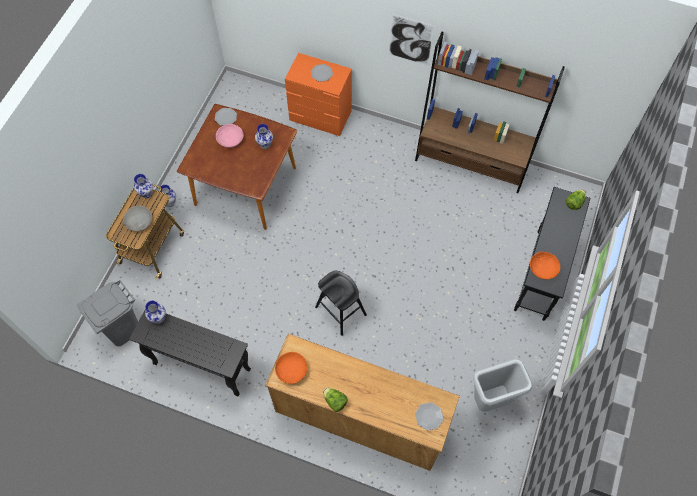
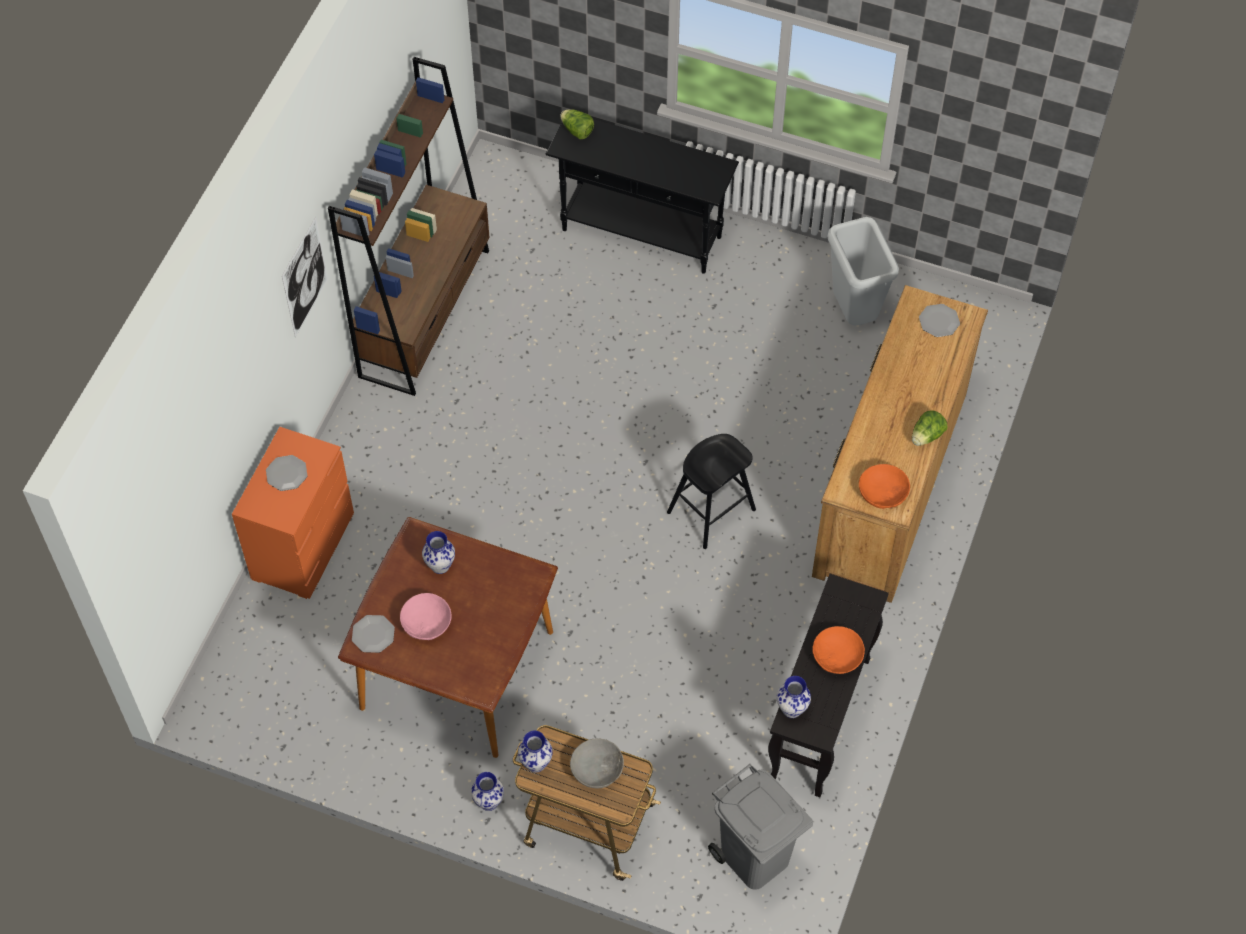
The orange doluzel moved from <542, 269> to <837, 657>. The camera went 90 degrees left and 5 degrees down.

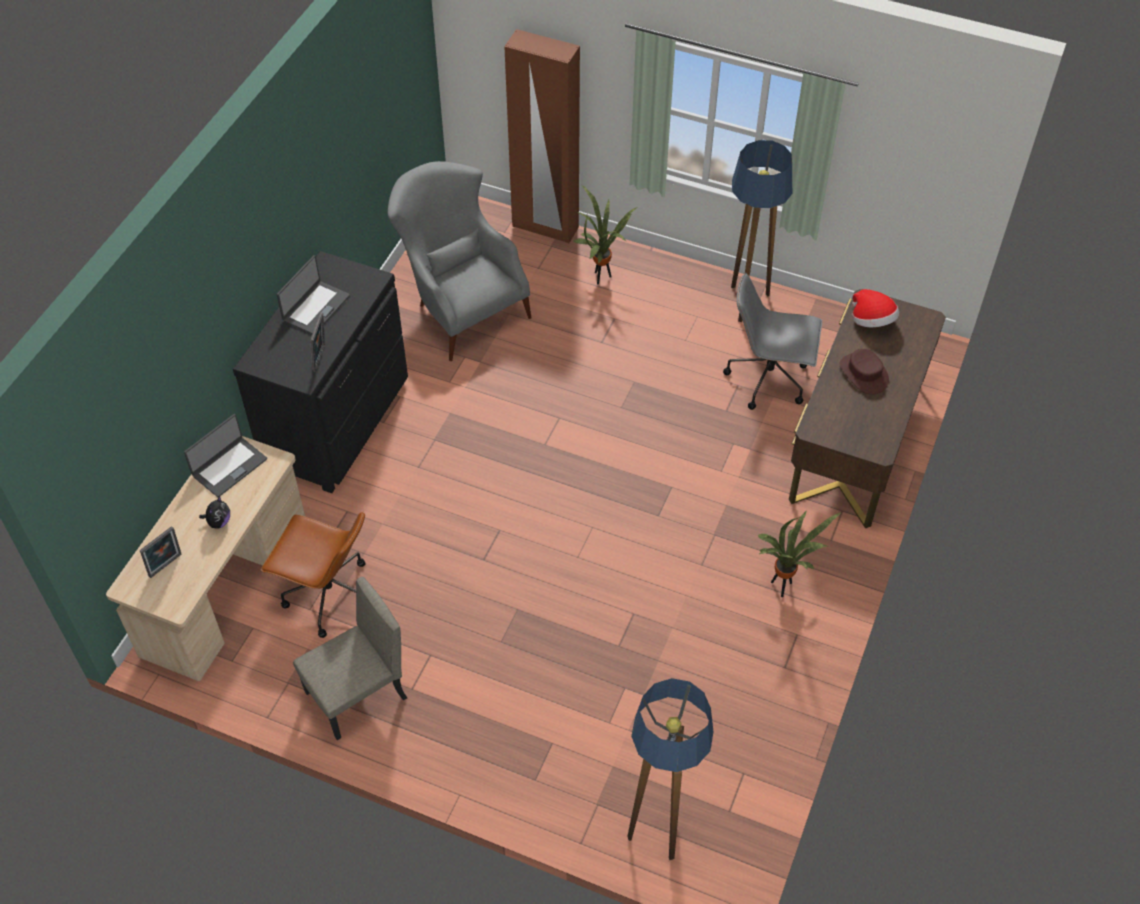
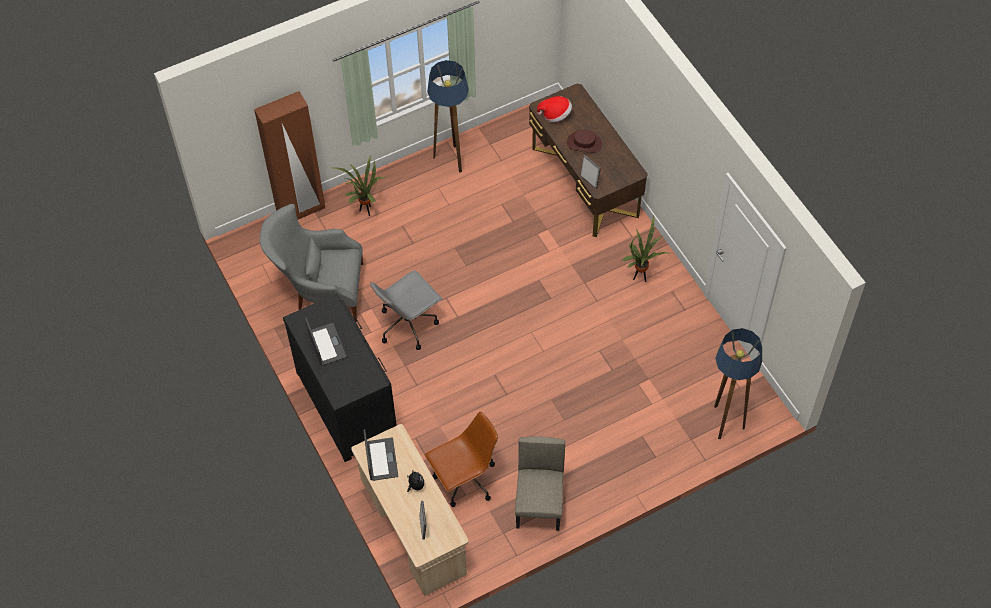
The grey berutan moved from <769, 379> to <408, 324>. The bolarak moved from <321, 358> to <589, 180>. The camera went 50 degrees left and 5 degrees up.

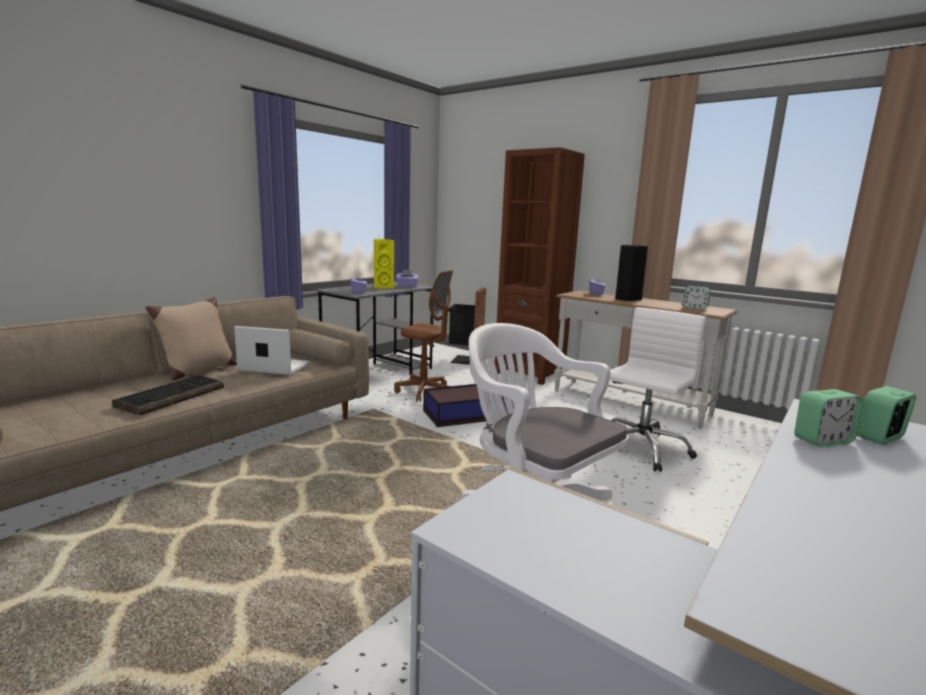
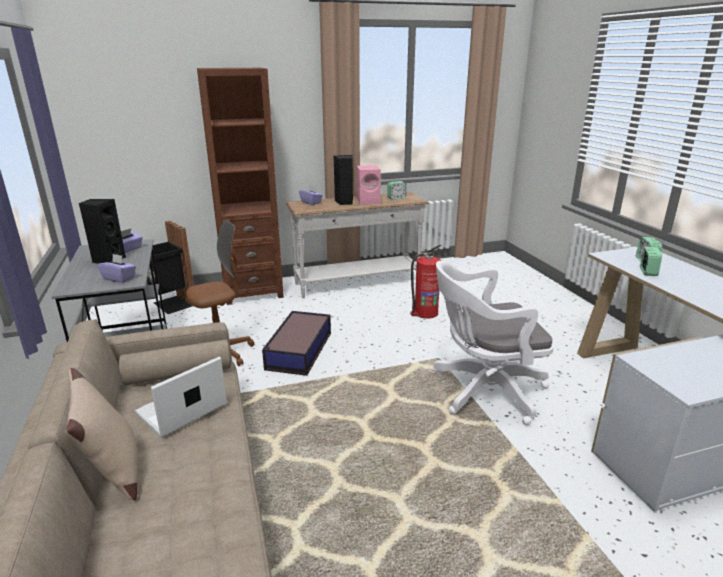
The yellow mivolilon at <382, 287> became the black mivolilon at <108, 260>. The pink mivolilon at <369, 201> appeared. The white berutan at <641, 448> was replaced by the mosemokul at <425, 313>. The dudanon at <171, 396> disappeared. The camera went 55 degrees left and 10 degrees up.

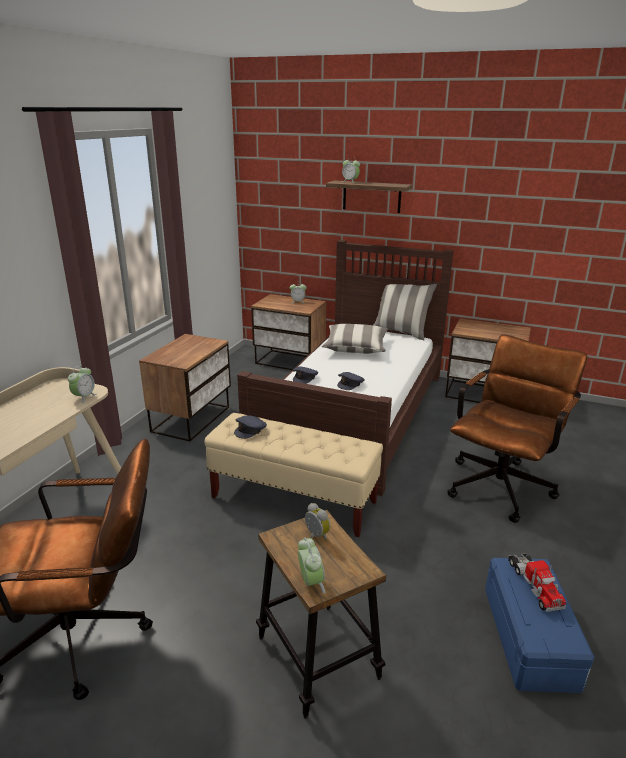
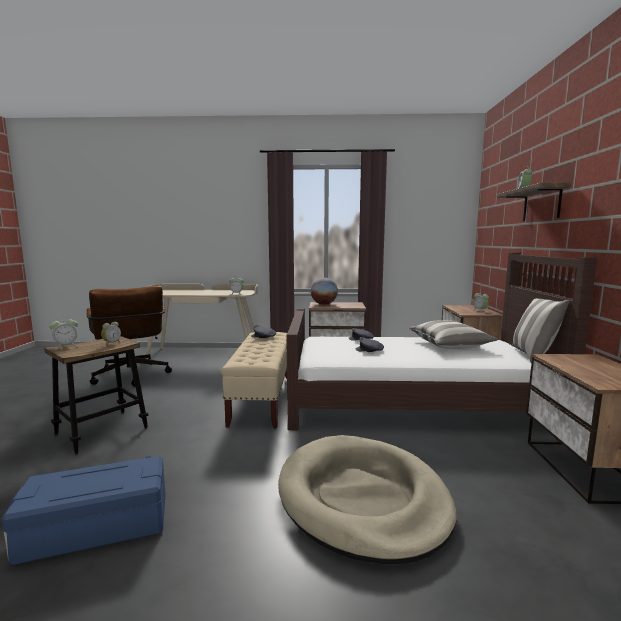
The brown berutan at <502, 483> was replaced by the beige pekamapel at <362, 498>. The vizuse at <324, 304> appeared. The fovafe at <534, 585> disappeared. The camera went 70 degrees right and 15 degrees down.

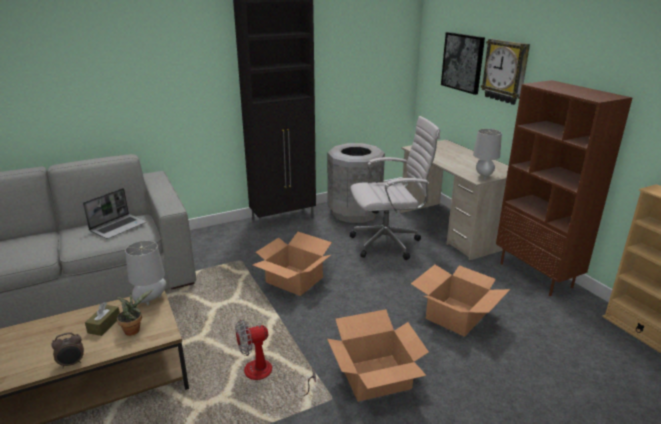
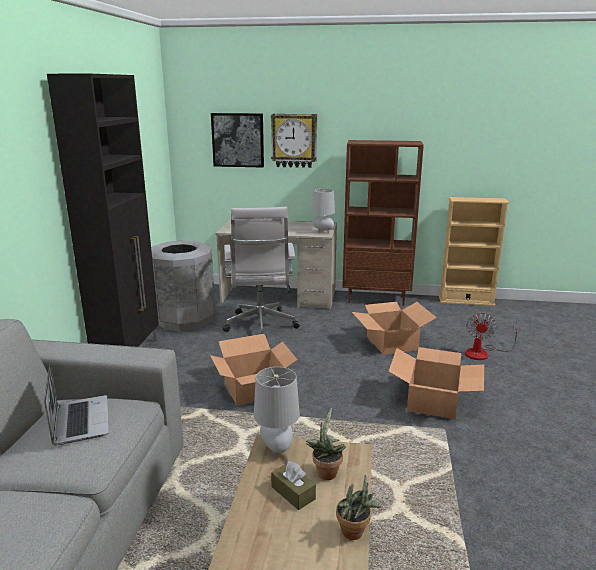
The white berutan at <388, 243> turned 150 degrees clockwise. The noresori at <72, 363> was replaced by the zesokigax at <355, 533>. The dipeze moved from <267, 374> to <483, 353>. The camera went 55 degrees left and 5 degrees down.

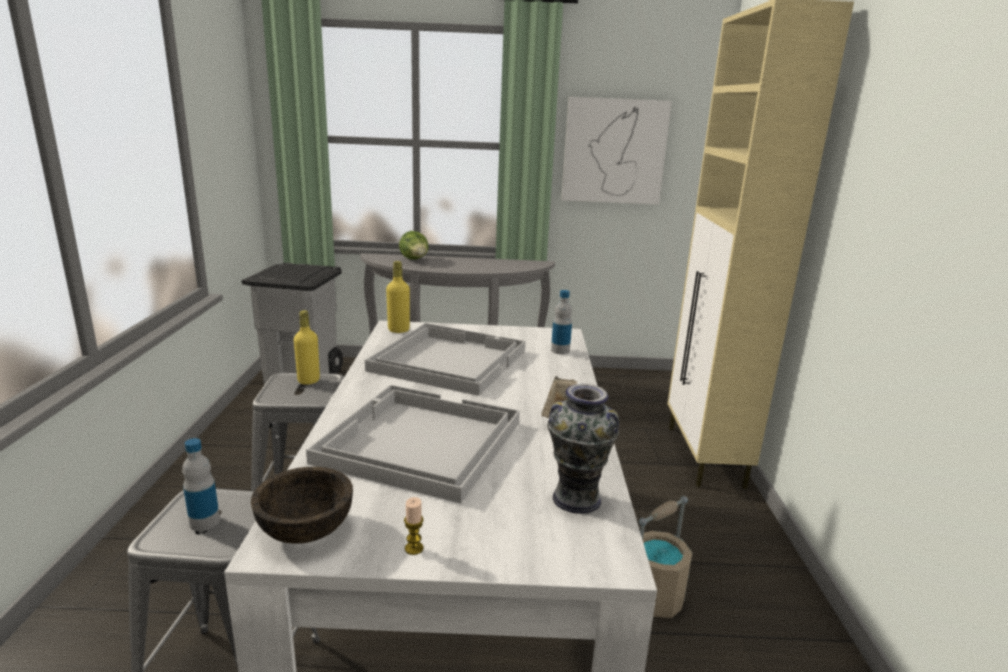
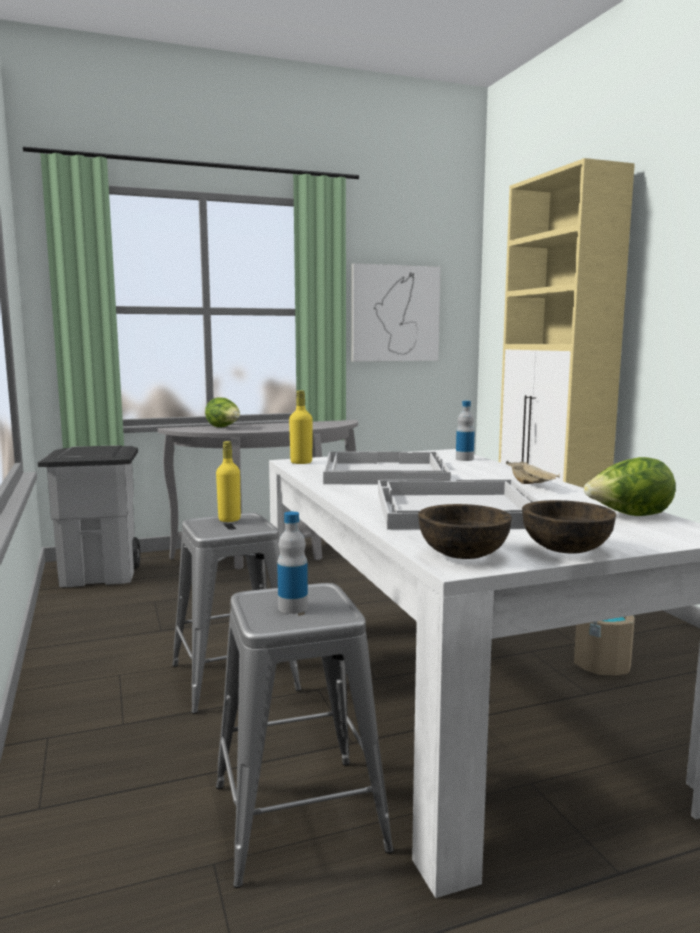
The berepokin at <414, 548> was replaced by the brown doluzel at <565, 550>. The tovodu at <576, 499> was replaced by the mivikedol at <628, 516>. The camera went 20 degrees left and 10 degrees down.

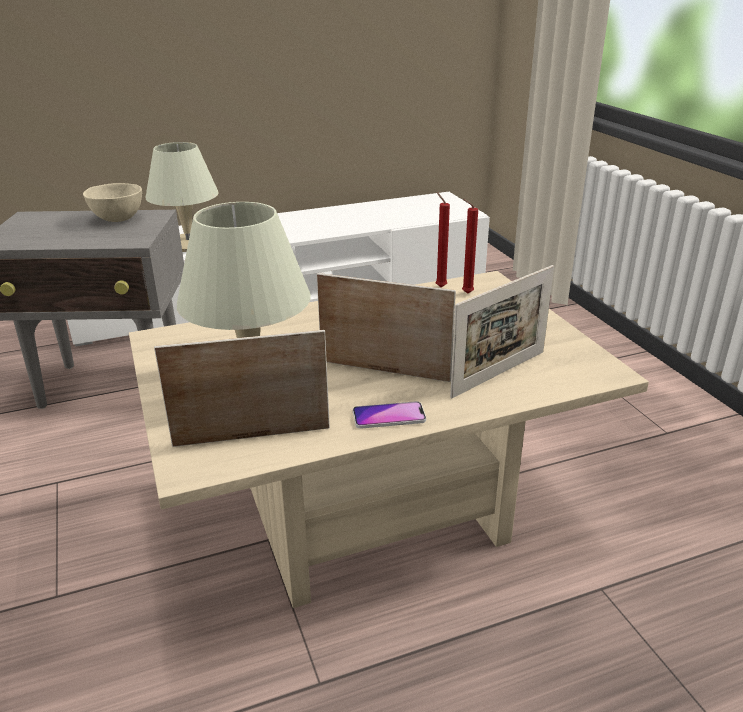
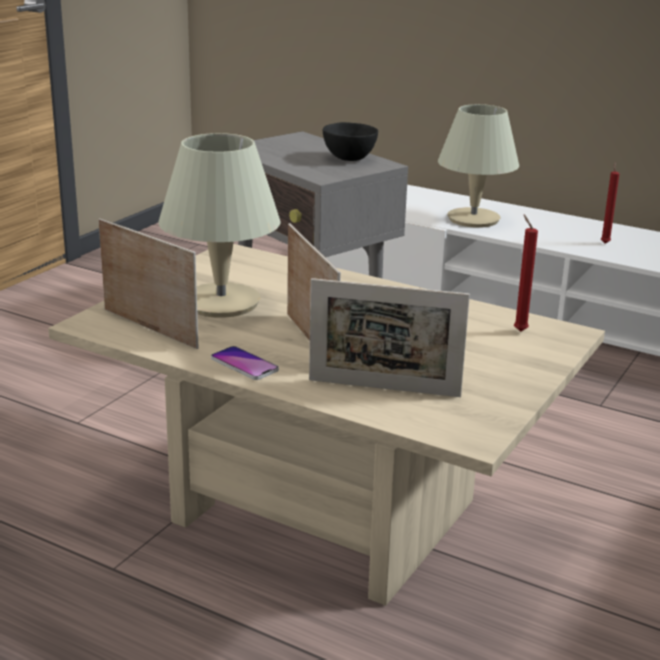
The beige doluzel at <117, 219> became the black doluzel at <349, 158>. The red berepokin moved from <439, 286> to <605, 243>. The camera went 50 degrees right and 5 degrees down.

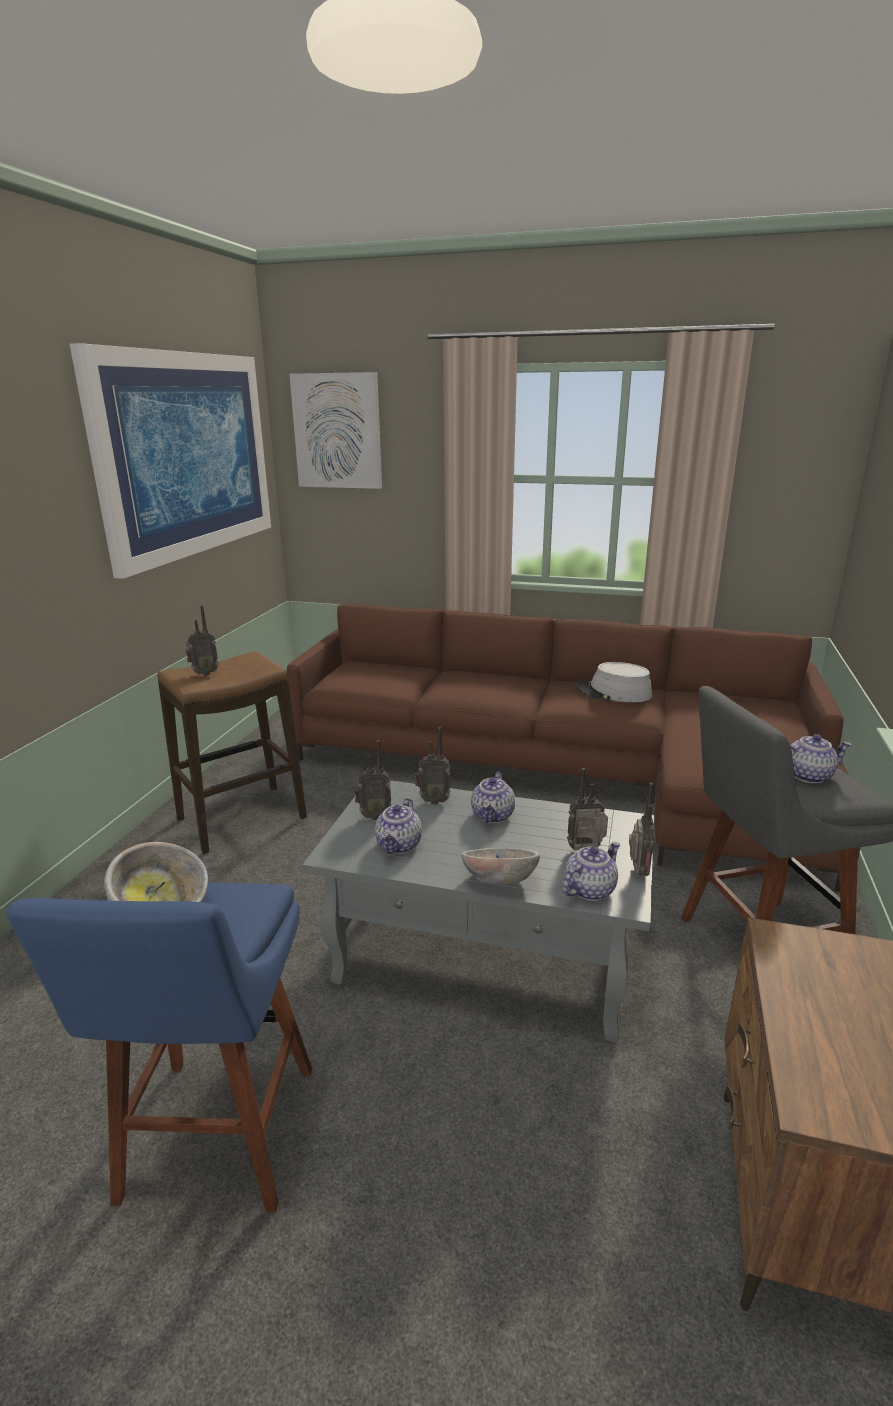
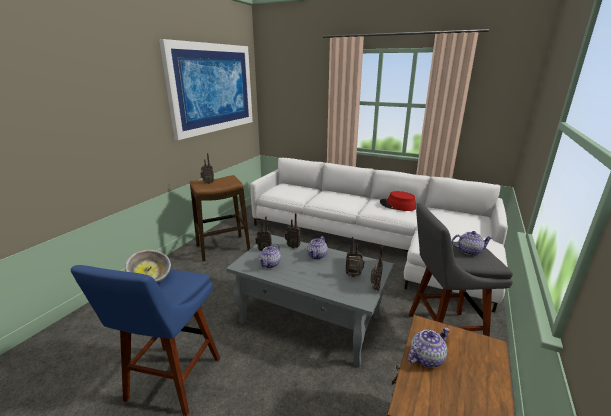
The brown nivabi at <570, 773> became the white nivabi at <375, 242>. The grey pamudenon at <613, 692> became the red pamudenon at <397, 205>. The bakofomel moved from <589, 889> to <426, 357>. The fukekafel at <337, 431> disappeared. The doluzel at <499, 881> disappeared. The camera went 10 degrees right and 0 degrees up.

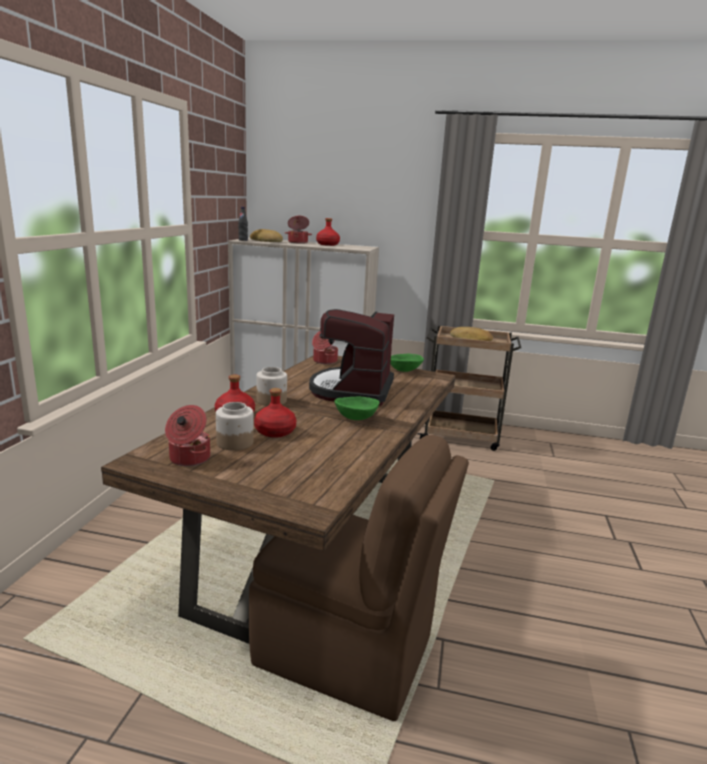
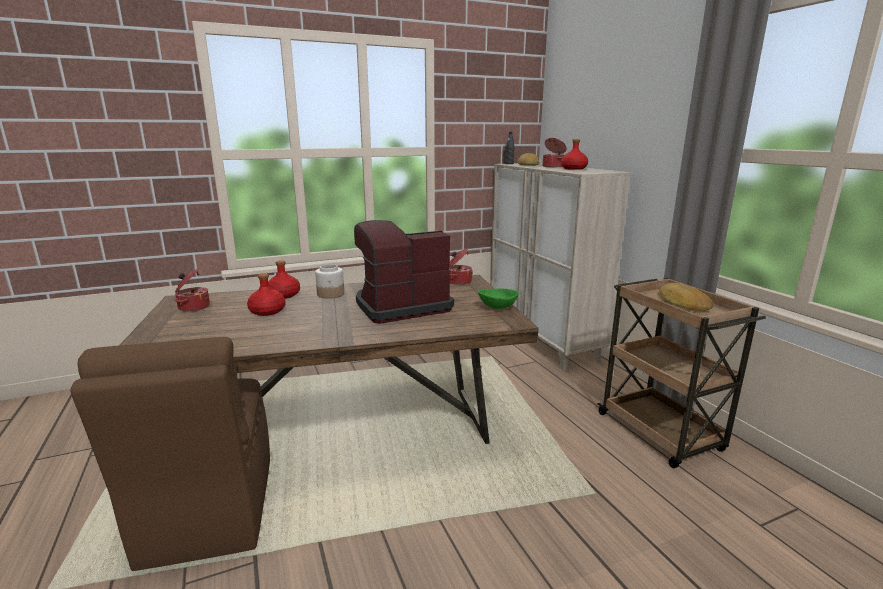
The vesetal at <234, 443> disappeared. The green doluzel at <356, 419> disappeared. The camera went 55 degrees right and 0 degrees up.

